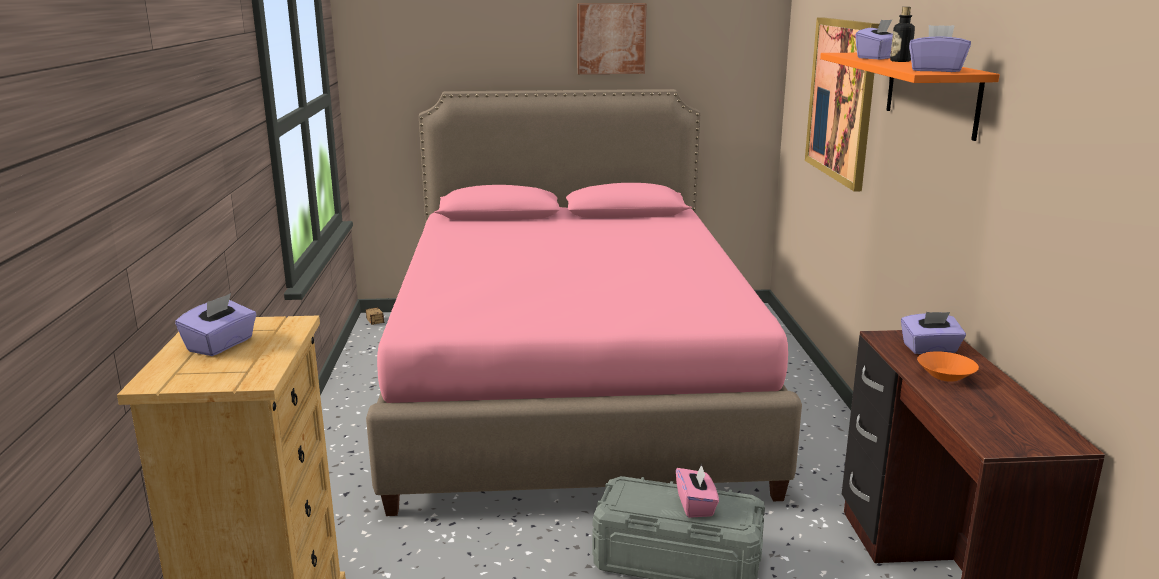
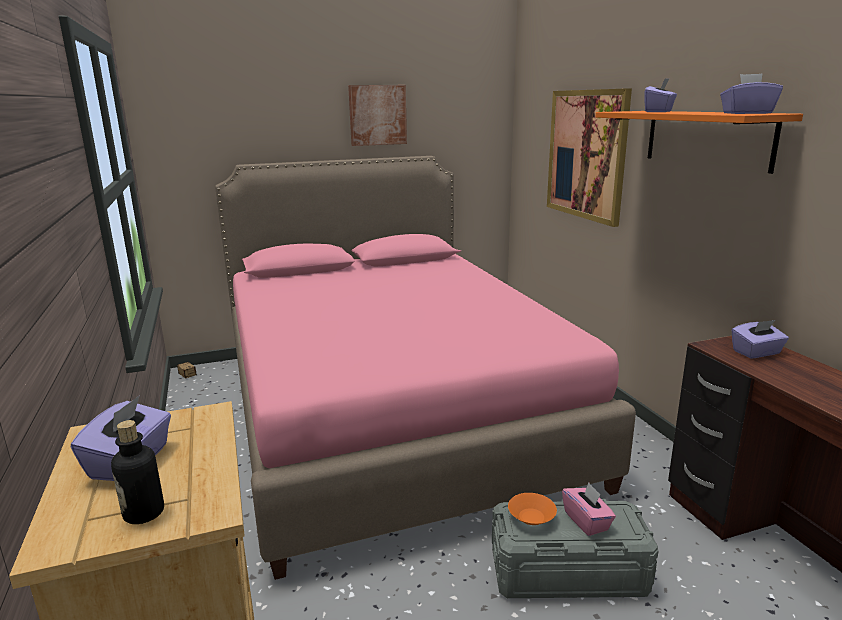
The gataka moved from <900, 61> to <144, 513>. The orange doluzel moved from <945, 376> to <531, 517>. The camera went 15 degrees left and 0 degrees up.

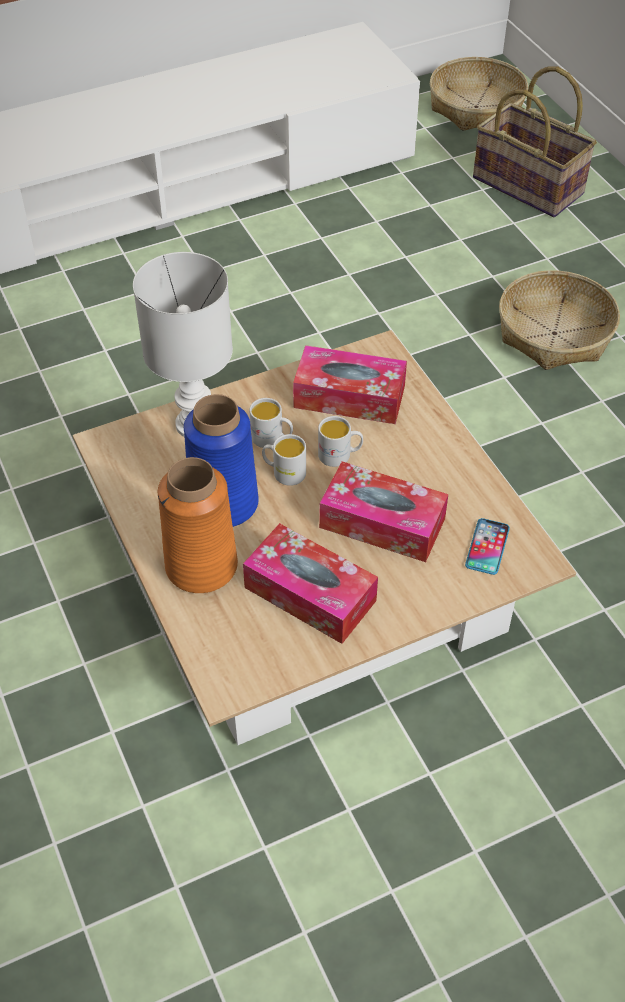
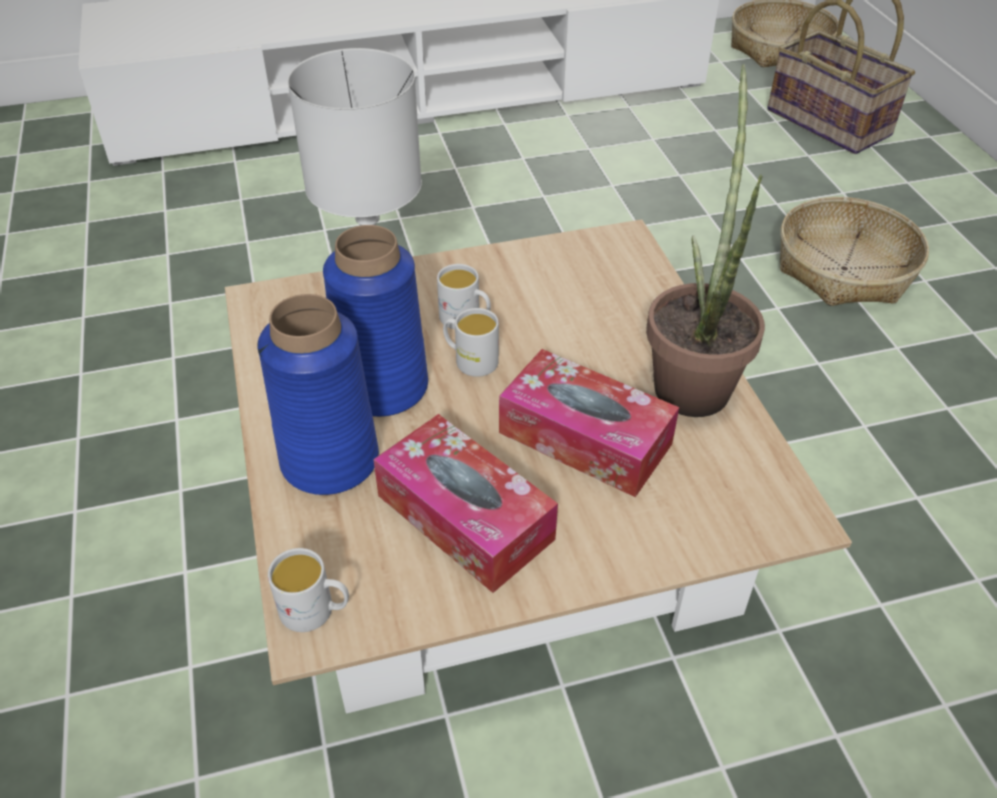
The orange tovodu at <202, 566> became the blue tovodu at <330, 460>. The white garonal moved from <340, 455> to <316, 611>. The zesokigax at <692, 378> appeared. The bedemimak at <349, 397> disappeared. The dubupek at <487, 547> disappeared. The camera went 10 degrees right and 5 degrees down.

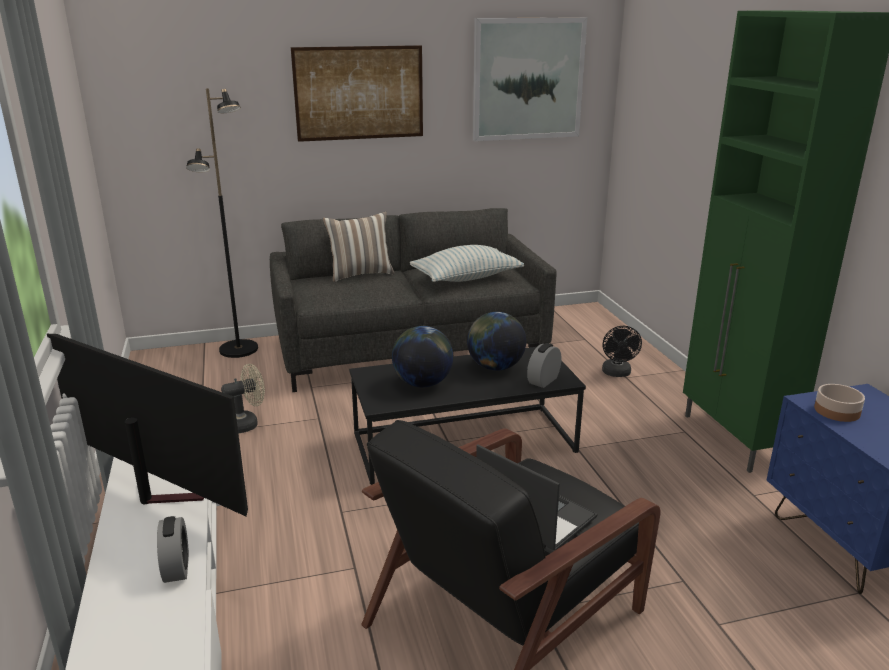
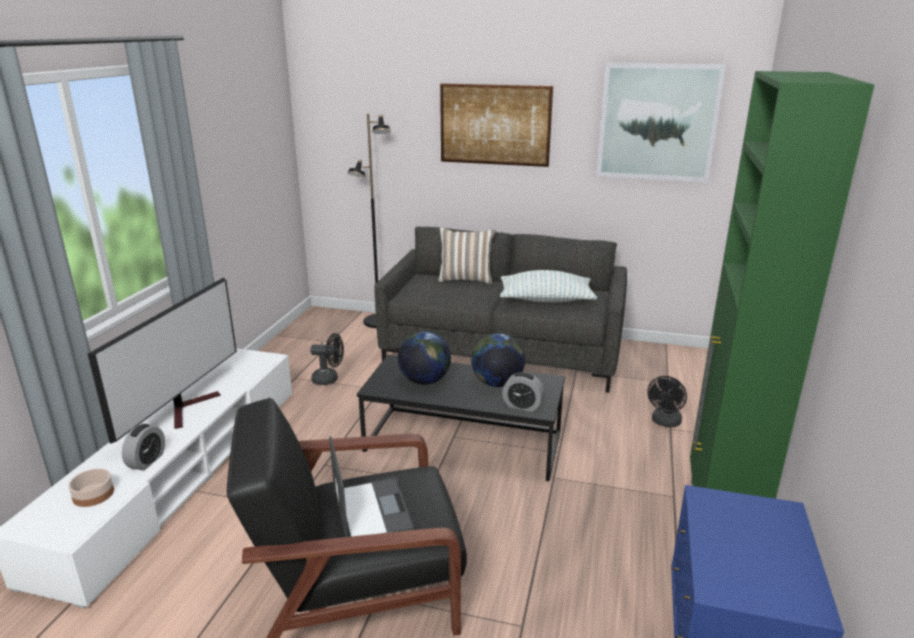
The doluzel moved from <836, 411> to <93, 494>. The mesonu at <155, 492> turned 45 degrees clockwise. The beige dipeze at <247, 424> became the black dipeze at <329, 379>. The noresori at <543, 381> turned 135 degrees counterclockwise. The camera went 30 degrees right and 0 degrees up.

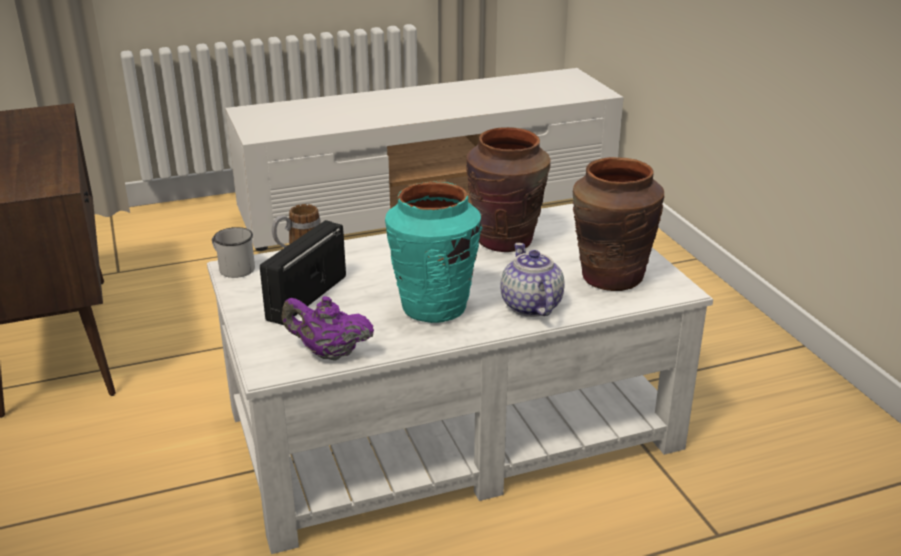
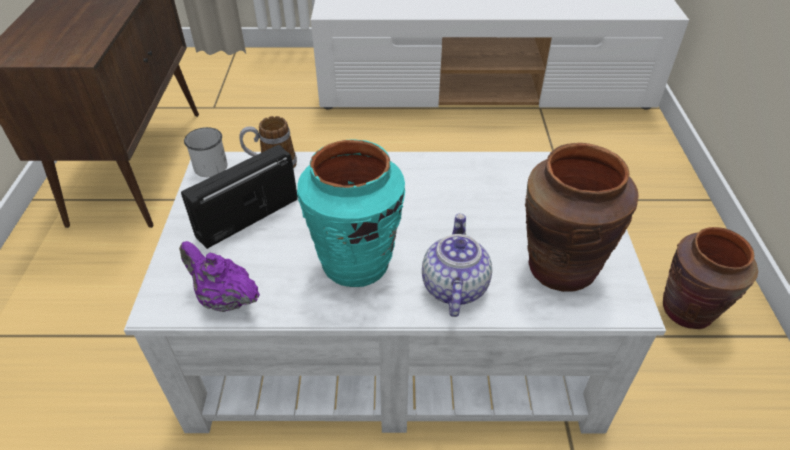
The brown tovodu moved from <505, 240> to <687, 311>. The camera went 20 degrees right and 15 degrees up.

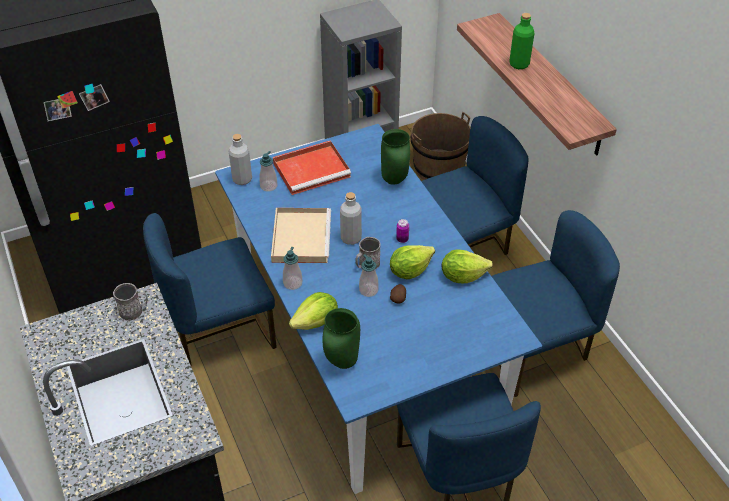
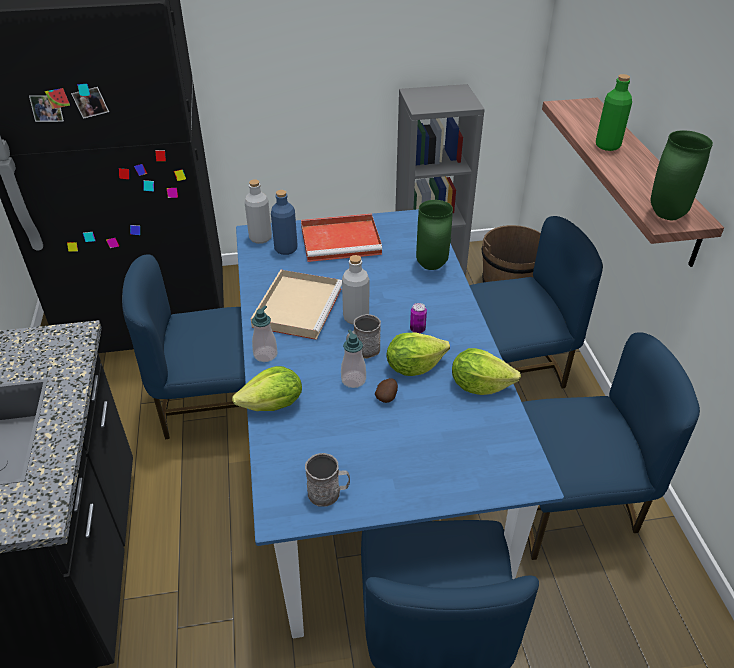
The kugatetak at <268, 186> was replaced by the blue gataka at <286, 249>. The grey garonal moved from <134, 311> to <328, 493>. The green tovodu moved from <343, 363> to <667, 215>. The camera went 15 degrees right and 5 degrees down.

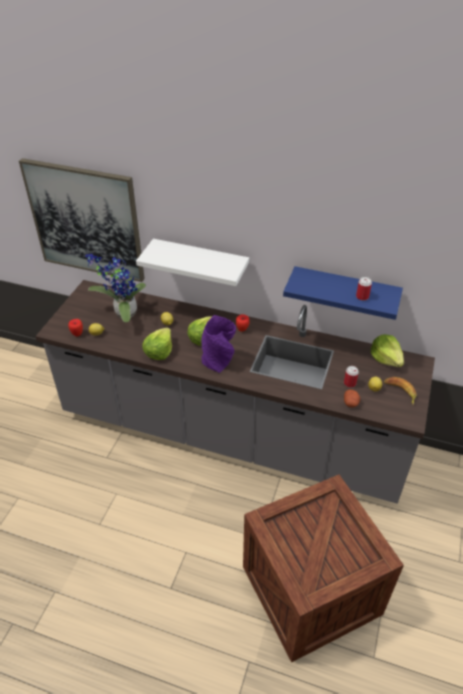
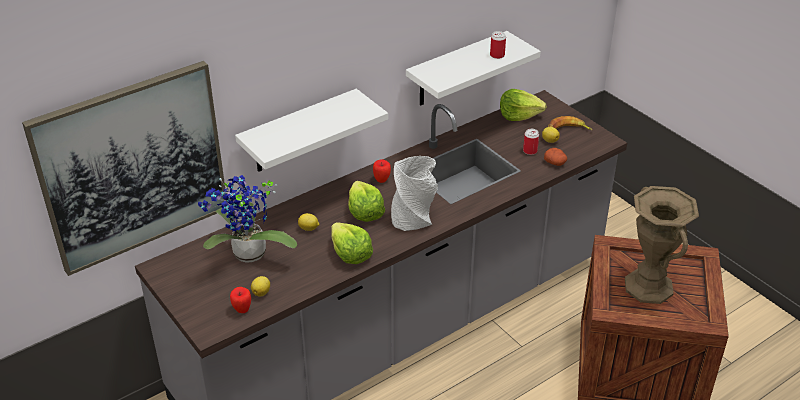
The purple tovodu at <218, 361> became the grey tovodu at <414, 218>. The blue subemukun at <345, 292> became the white subemukun at <456, 70>. The brown tovodu at <648, 287> appeared. The camera went 55 degrees left and 5 degrees down.

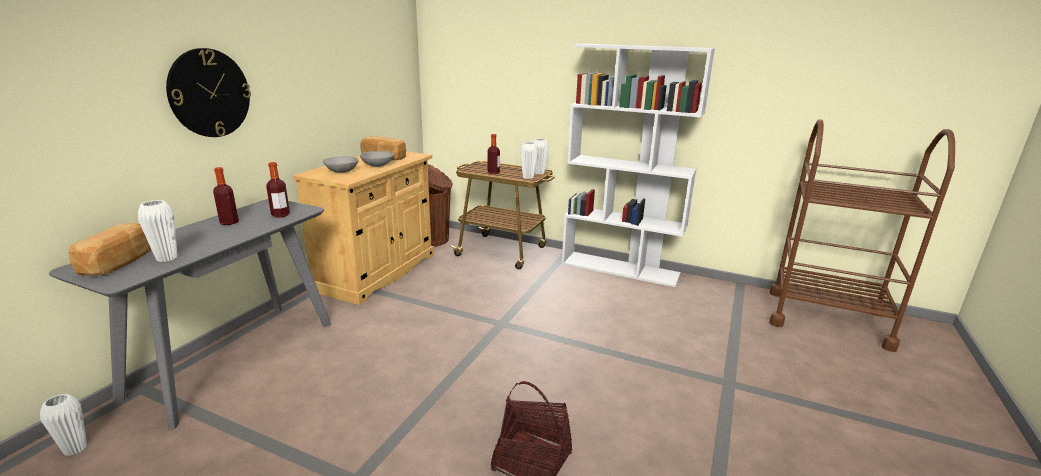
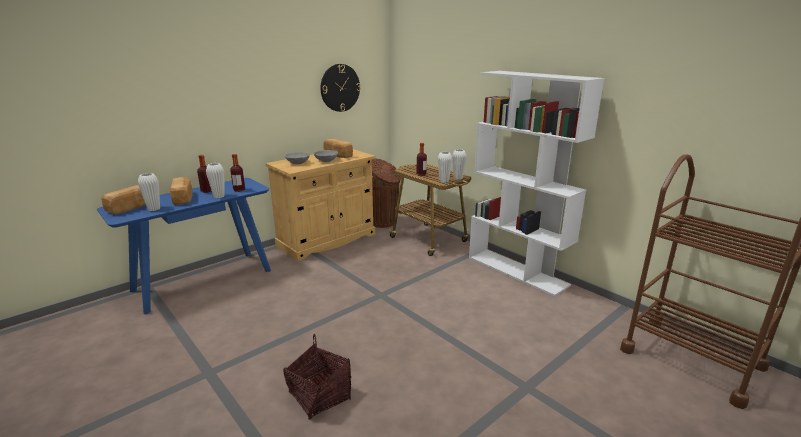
The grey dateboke at <235, 358> became the blue dateboke at <203, 280>. The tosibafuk at <183, 198> appeared. The white tovodu moved from <75, 449> to <219, 196>. The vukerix moved from <209, 93> to <340, 88>. The camera went 25 degrees right and 0 degrees up.

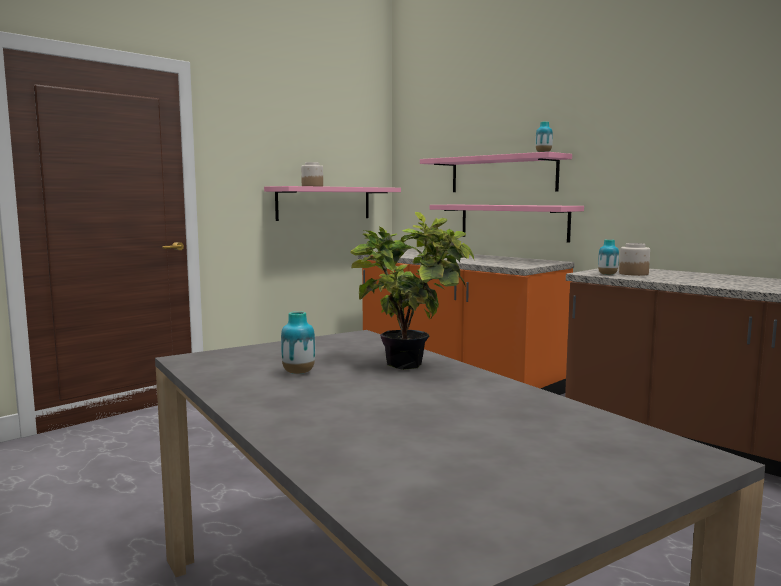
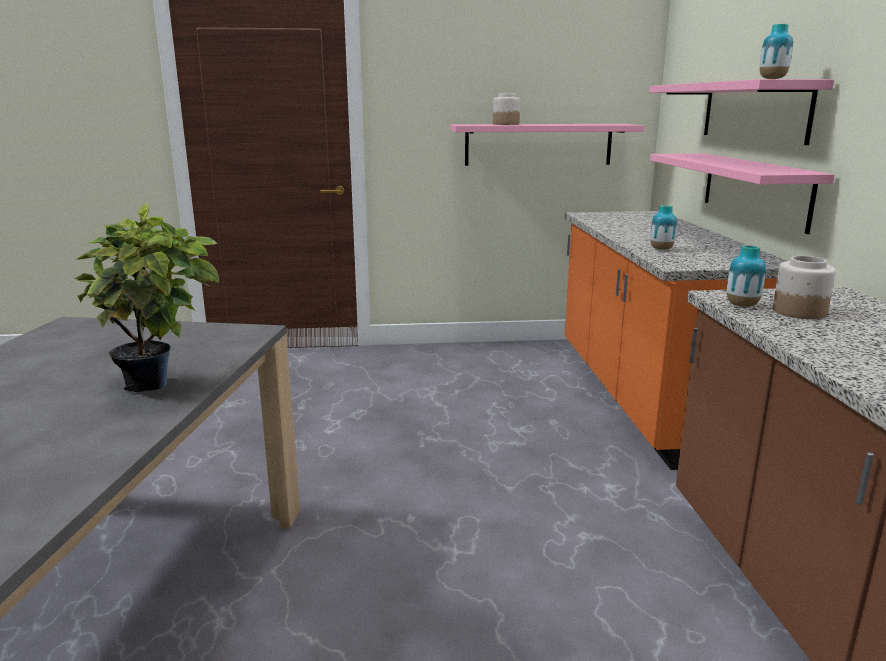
The tovodu moved from <298, 372> to <661, 249>. The camera went 40 degrees right and 10 degrees up.

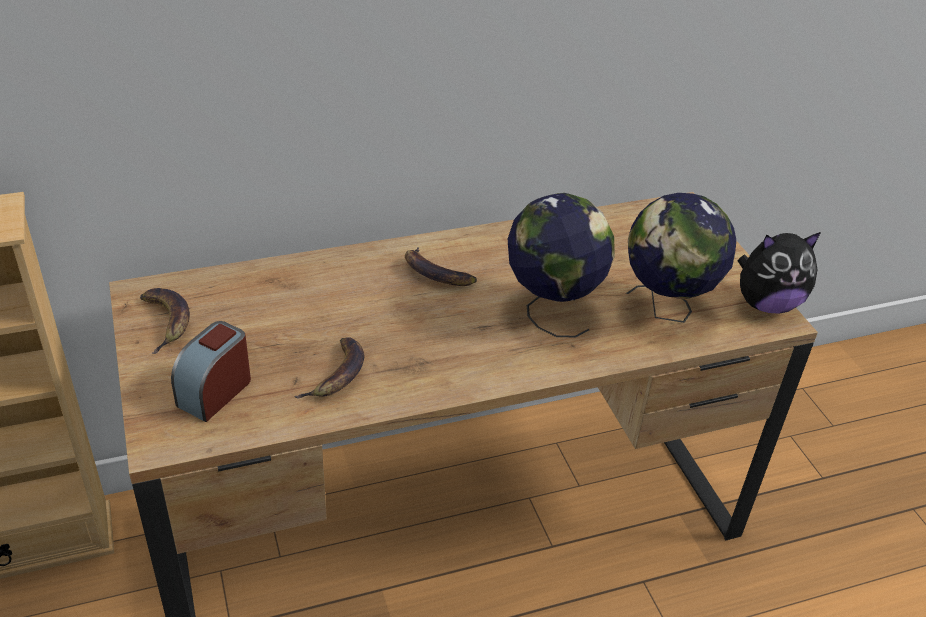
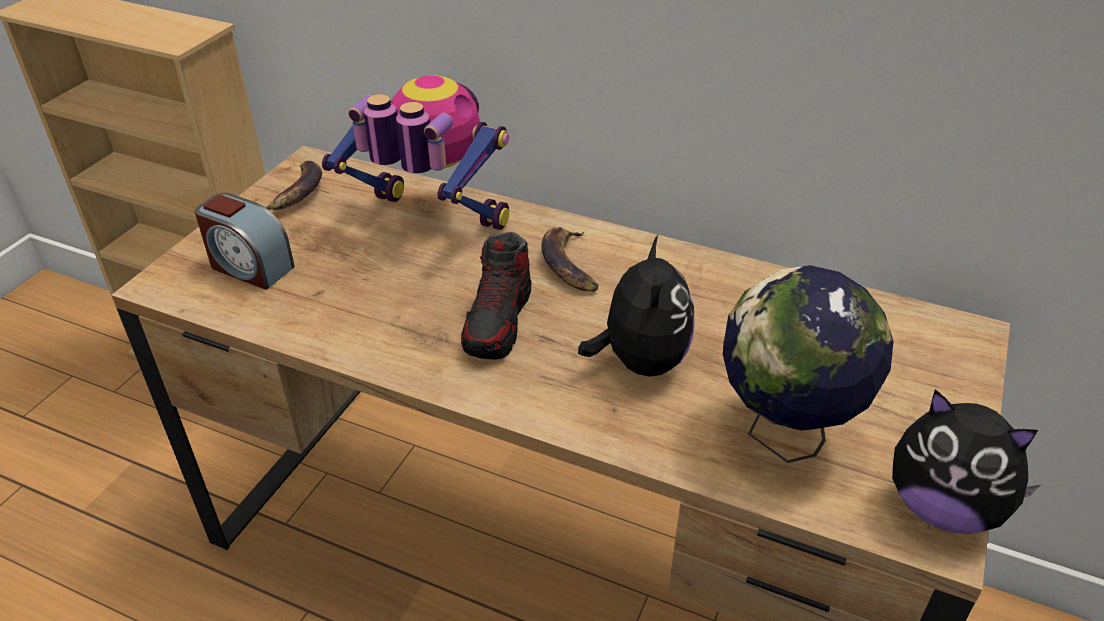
The noresori at <215, 392> turned 135 degrees counterclockwise. The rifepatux at <431, 222> appeared. The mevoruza at <498, 321> appeared. The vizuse at <551, 310> was replaced by the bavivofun at <640, 361>. The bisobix at <337, 375> disappeared. The camera went 45 degrees right and 0 degrees up.

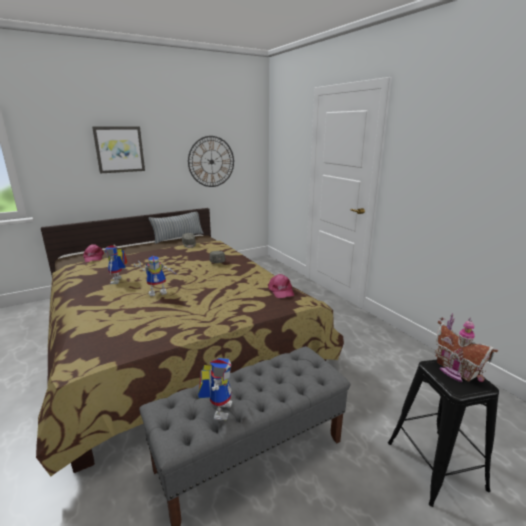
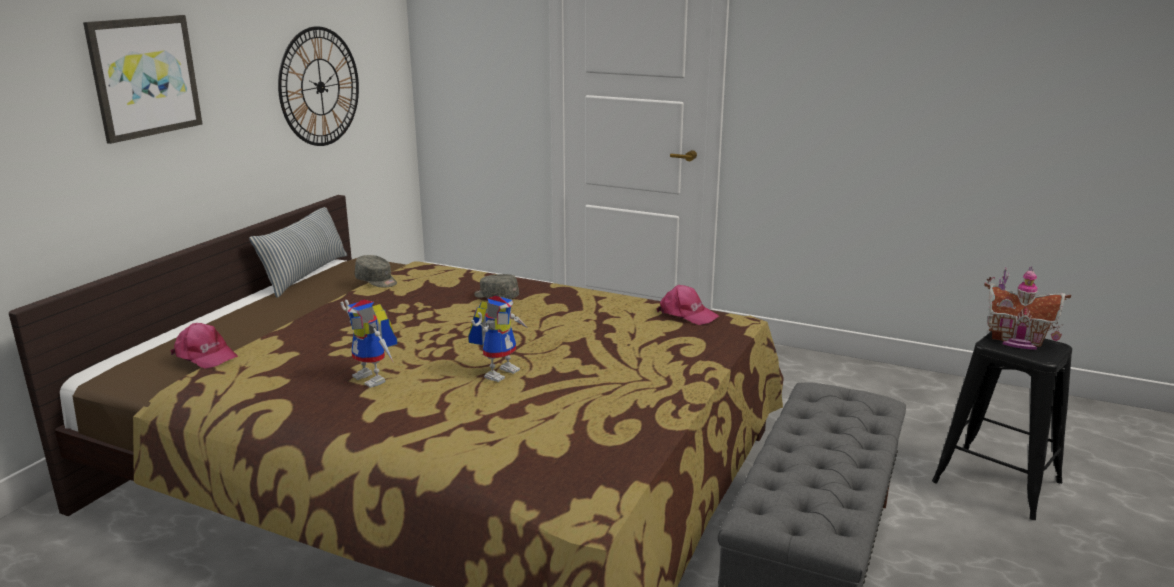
The rifepatux at <219, 408> disappeared. The camera went 35 degrees left and 0 degrees up.

